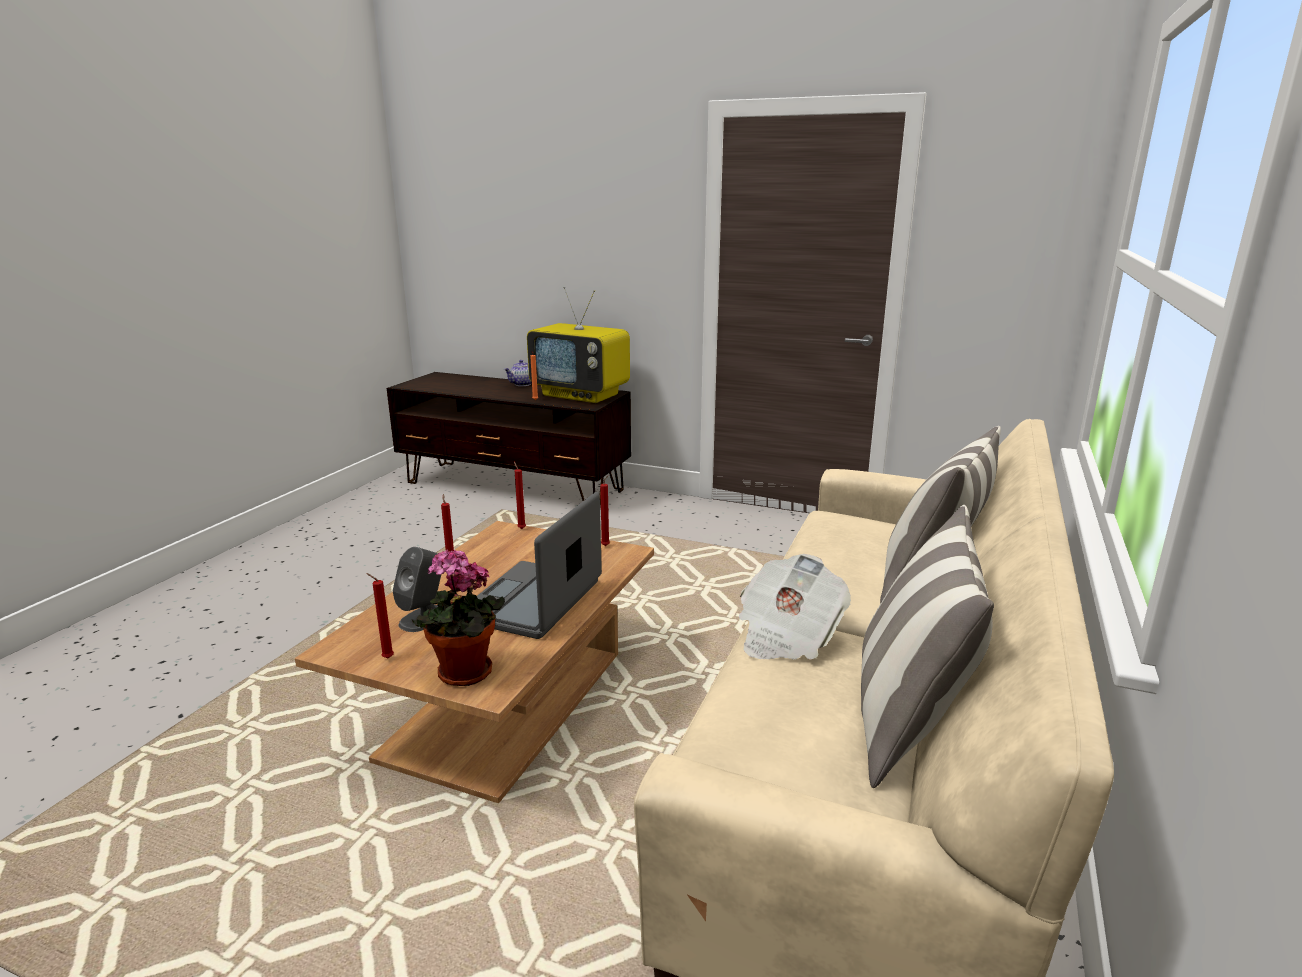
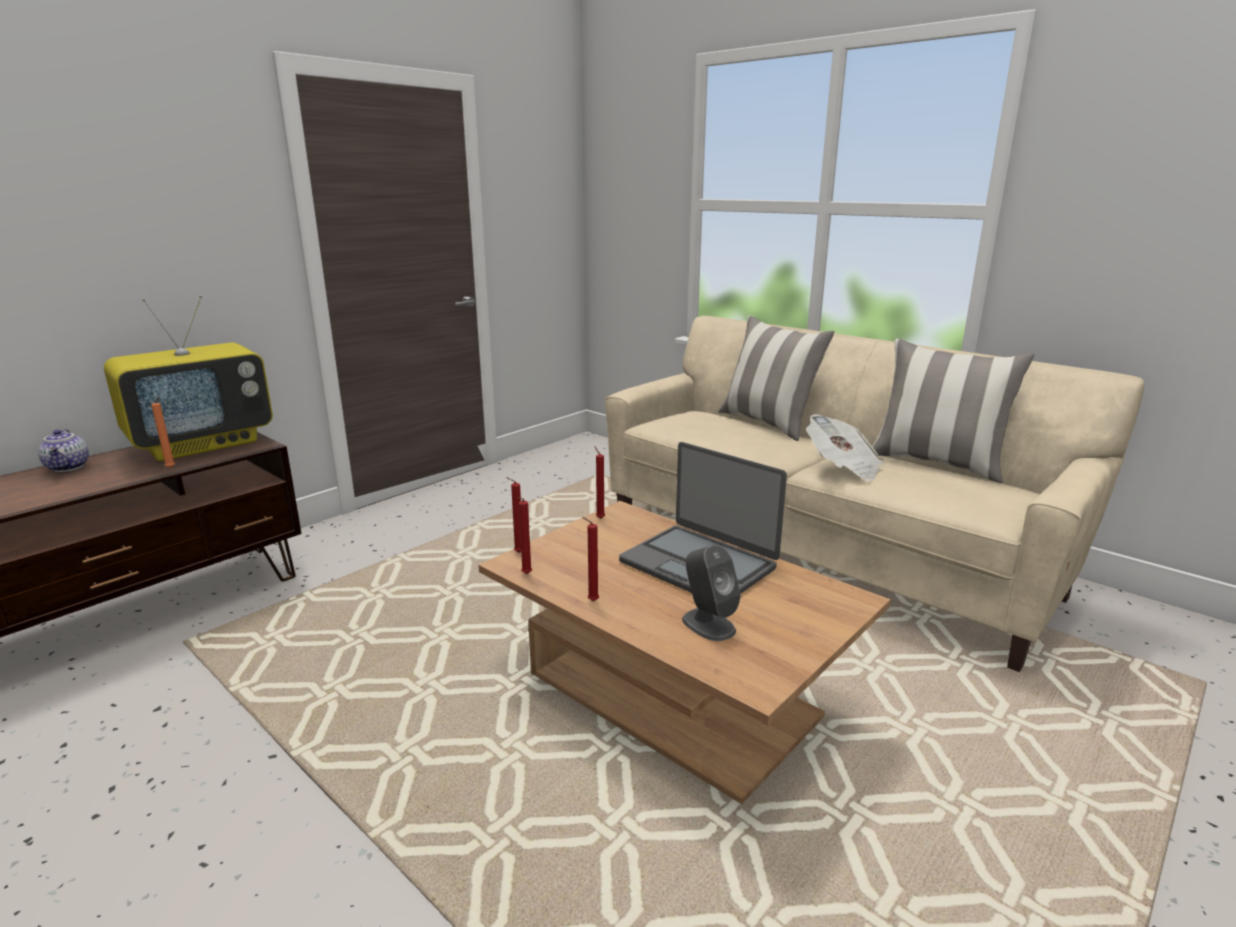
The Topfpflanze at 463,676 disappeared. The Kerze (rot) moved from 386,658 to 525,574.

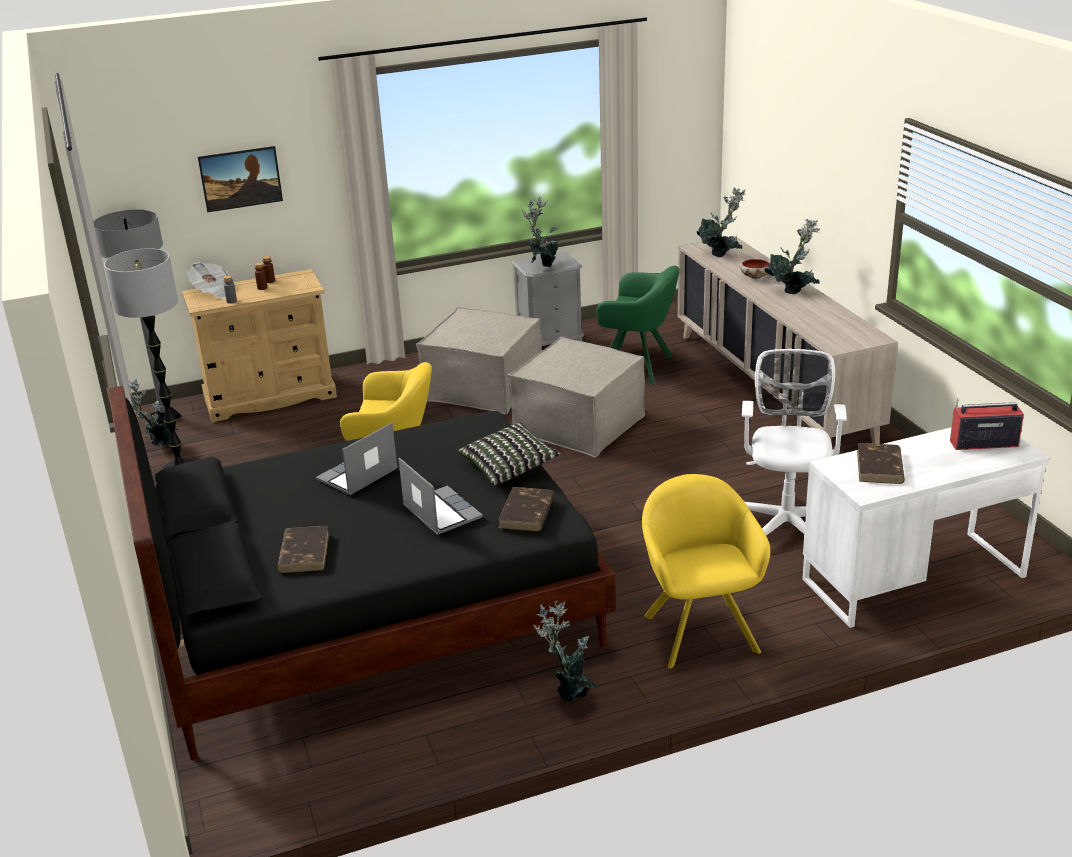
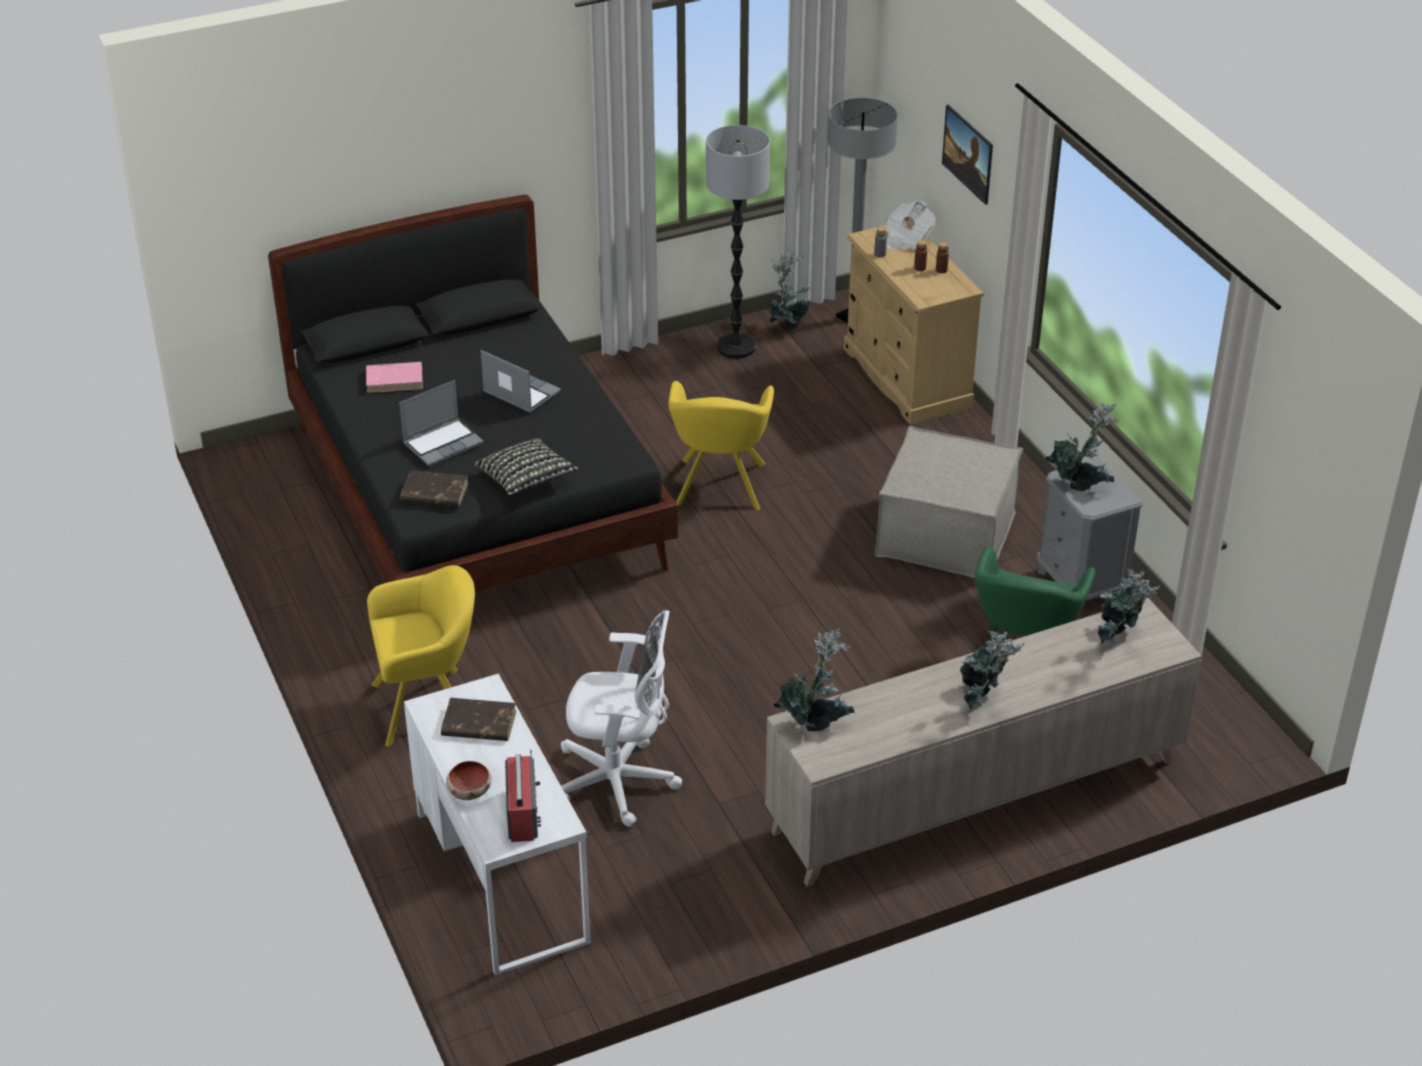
The Polsterhocker (beige) at 579,425 disappeared. The Topfpflanze moved from 570,694 to 815,722. The Schüssel moved from 754,277 to 469,790. The Buch (braun) at 304,552 became the Buch (rosa) at 395,380.

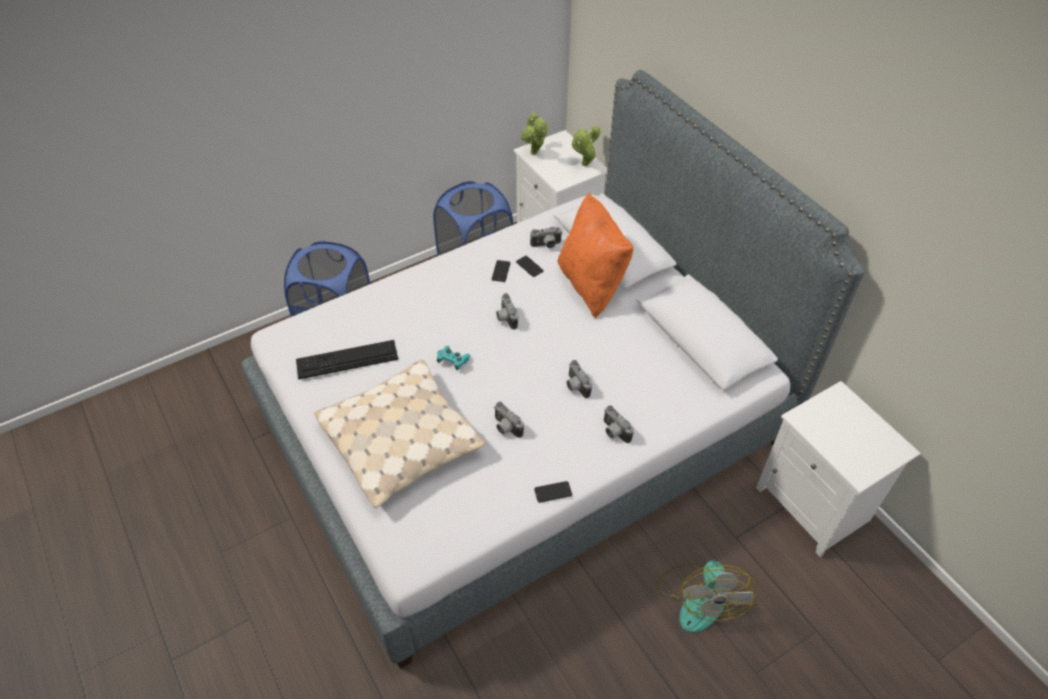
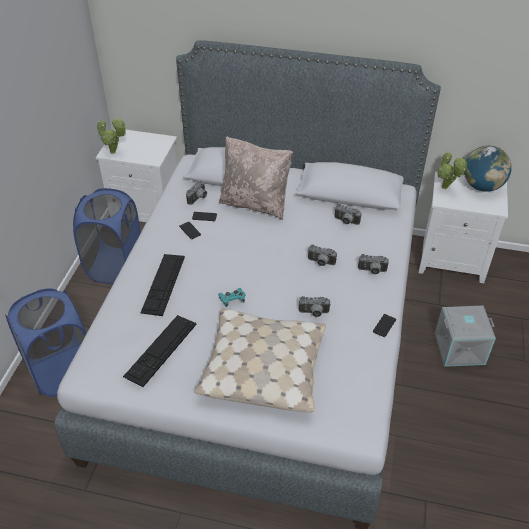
The Tastatur at 163,284 appeared. The Globus at 482,186 appeared. The Kamera moved from 505,318 to 346,222. The Topfpflanze moved from 584,165 to 445,188. The Ventilator at 699,597 was replaced by the Aufbewahrungsbox (grau) at 459,348. The Kissen (orange) at 591,285 became the Kissen (beige) at 255,203.

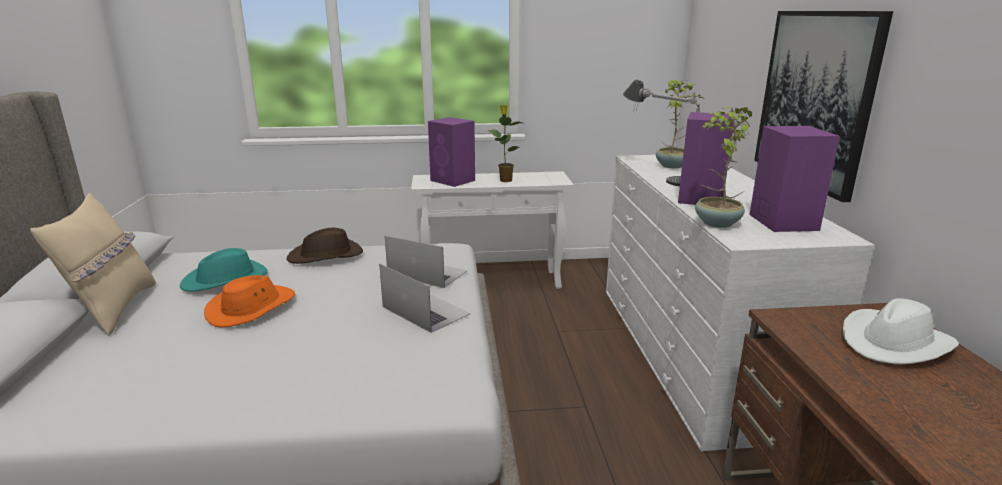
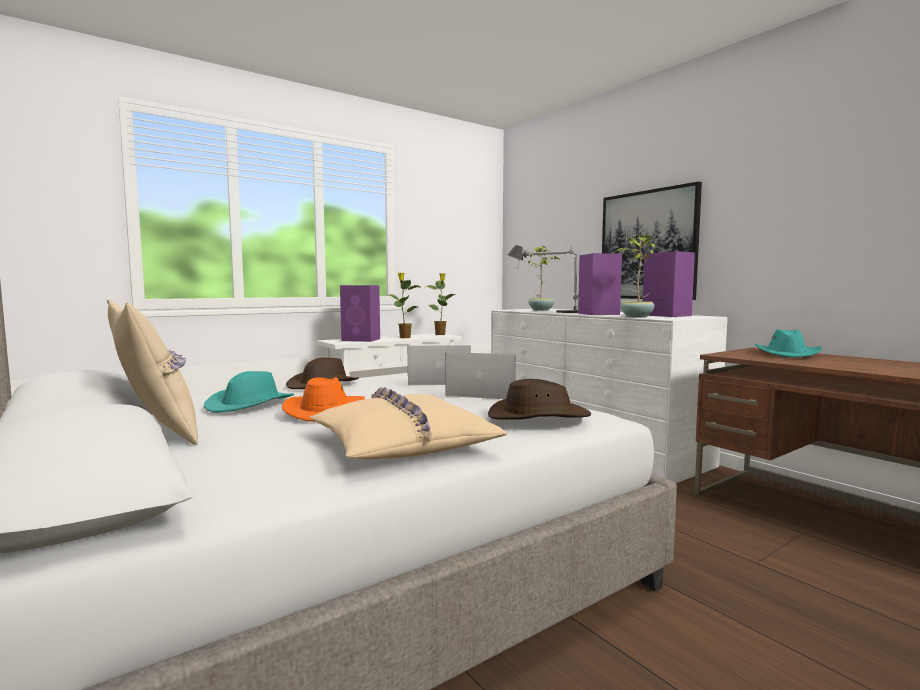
The Kissen (beige) at 401,444 appeared. The Topfpflanze at 440,334 appeared. The Hut (braun) at 538,416 appeared. The Hut (weiß) at 895,343 became the Hut (türkis) at 787,354.

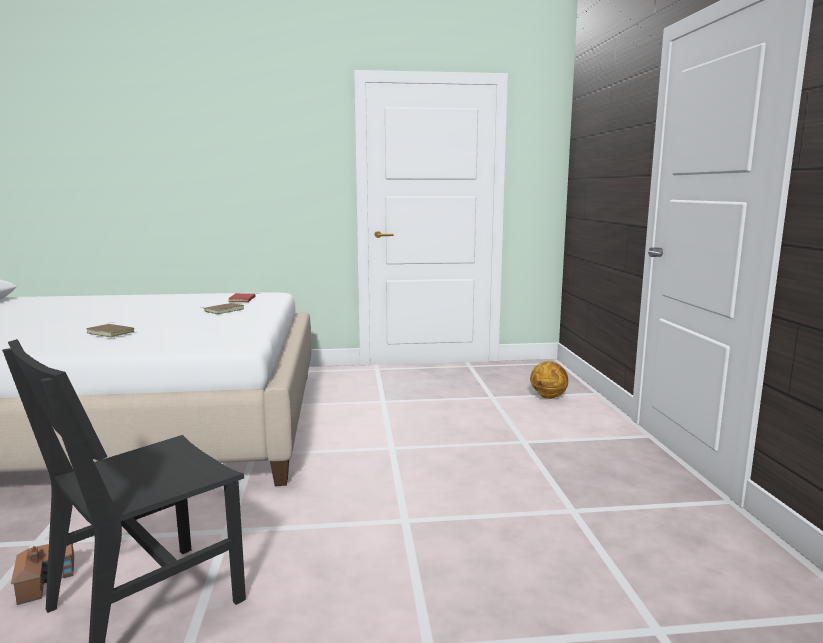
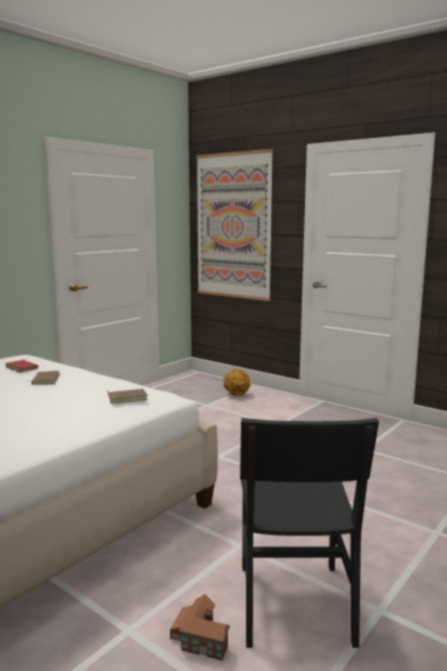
The Bild at 233,226 appeared. The Buch (braun) moved from 112,332 to 127,398.

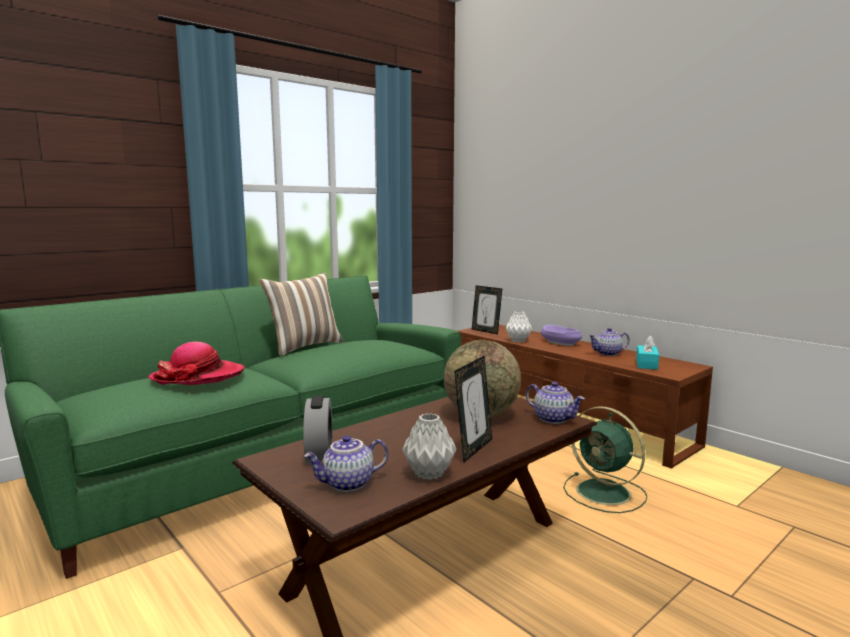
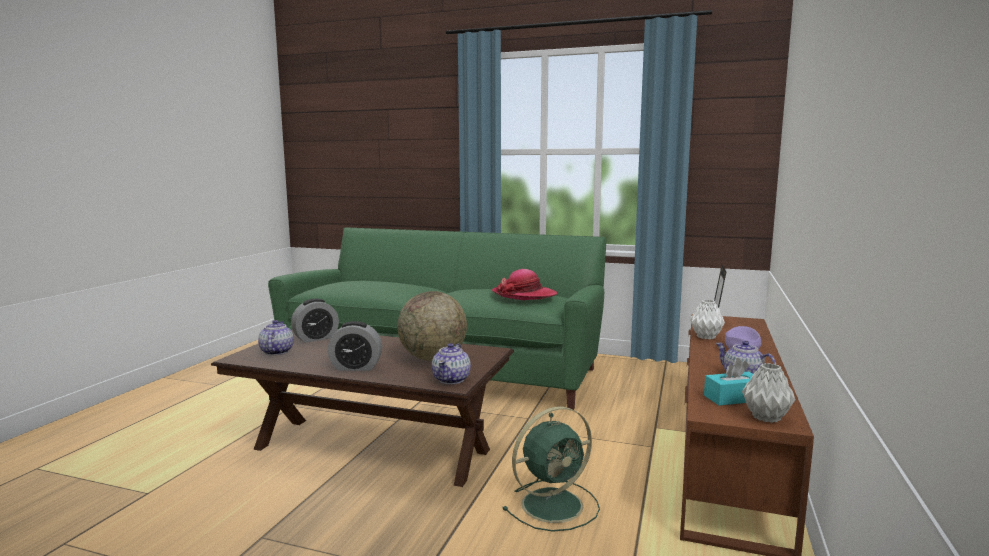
The Kissen at 304,346 disappeared. The Hut moved from 198,376 to 524,295. The Vase (grau) moved from 430,473 to 767,418. The Bilderrahmen at 473,449 was replaced by the Wecker at 356,367. The Teekanne at 348,484 turned 45 degrees clockwise. The Ventilator (grün) at 605,493 turned 135 degrees counterclockwise.

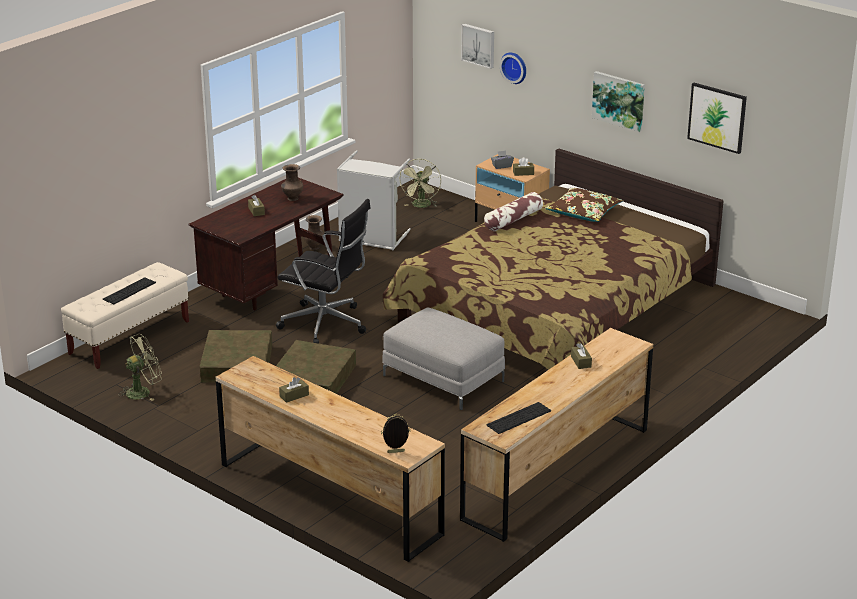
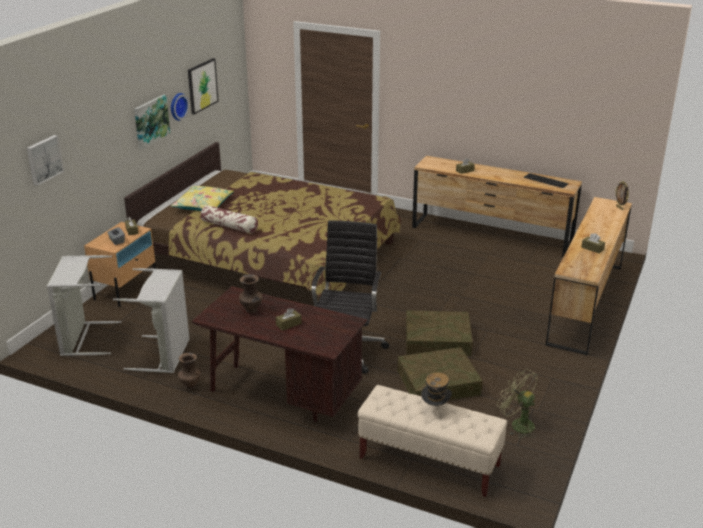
The Polsterhocker (grau) at 444,378 disappeared. The Wanduhr moved from 515,67 to 177,106. The Tastatur at 129,291 was replaced by the Hut at 435,408. The Ventilator (grün) at 421,206 was replaced by the Wäschekorb (grau) at 84,339. The Kissen (braun) at 583,212 became the Kissen (gelb) at 203,205.

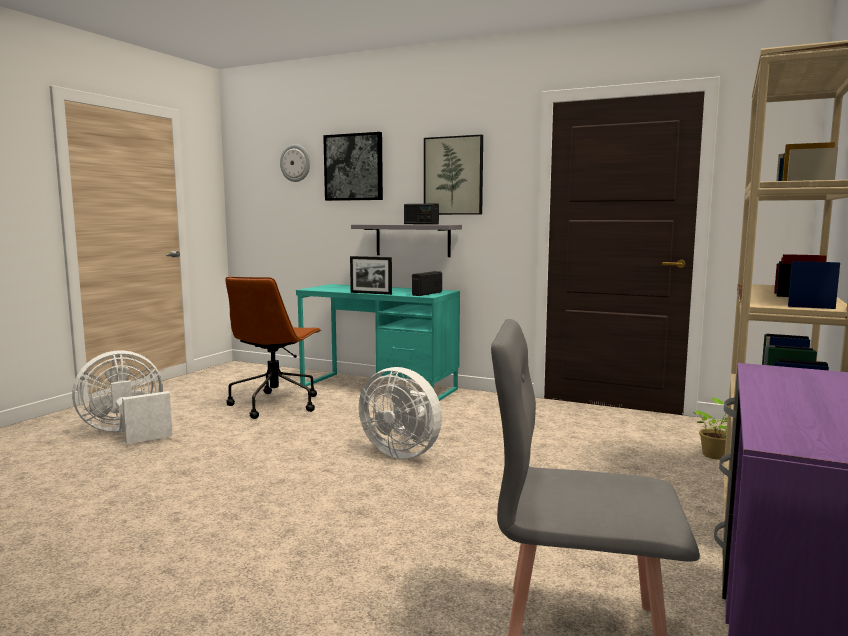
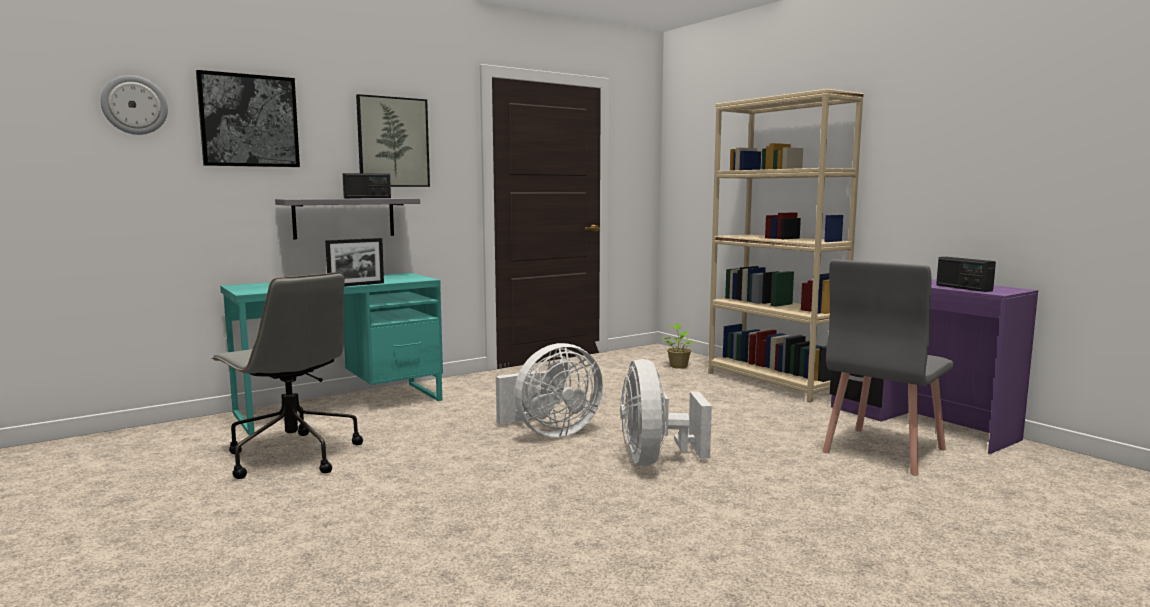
The Ventilator (weiß) moved from 127,433 to 655,460. The Radio moved from 426,293 to 963,288. The Bürostuhl (braun) at 275,404 became the Bürostuhl (grau) at 292,455.

